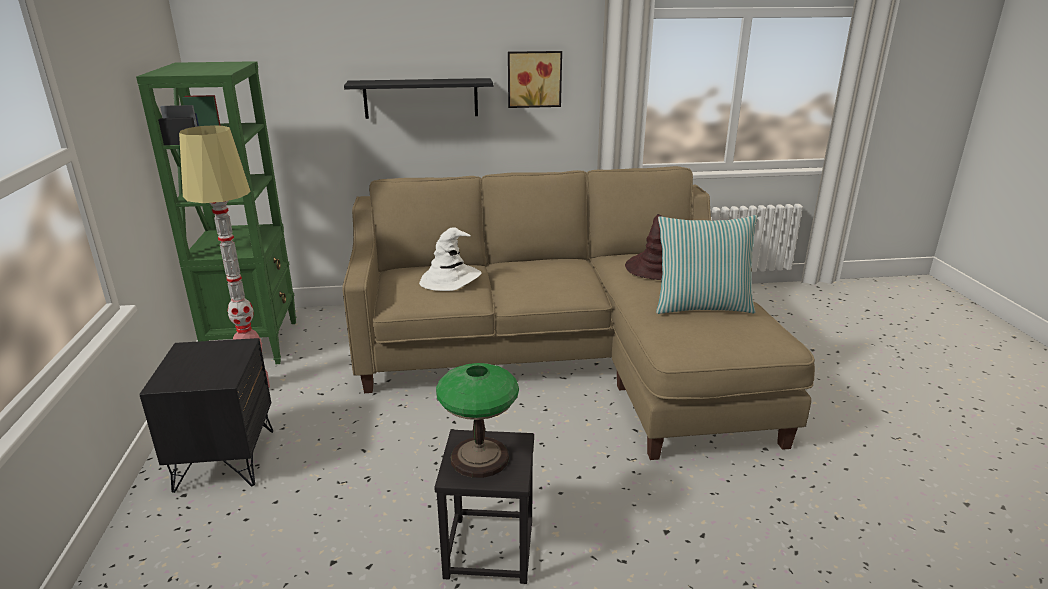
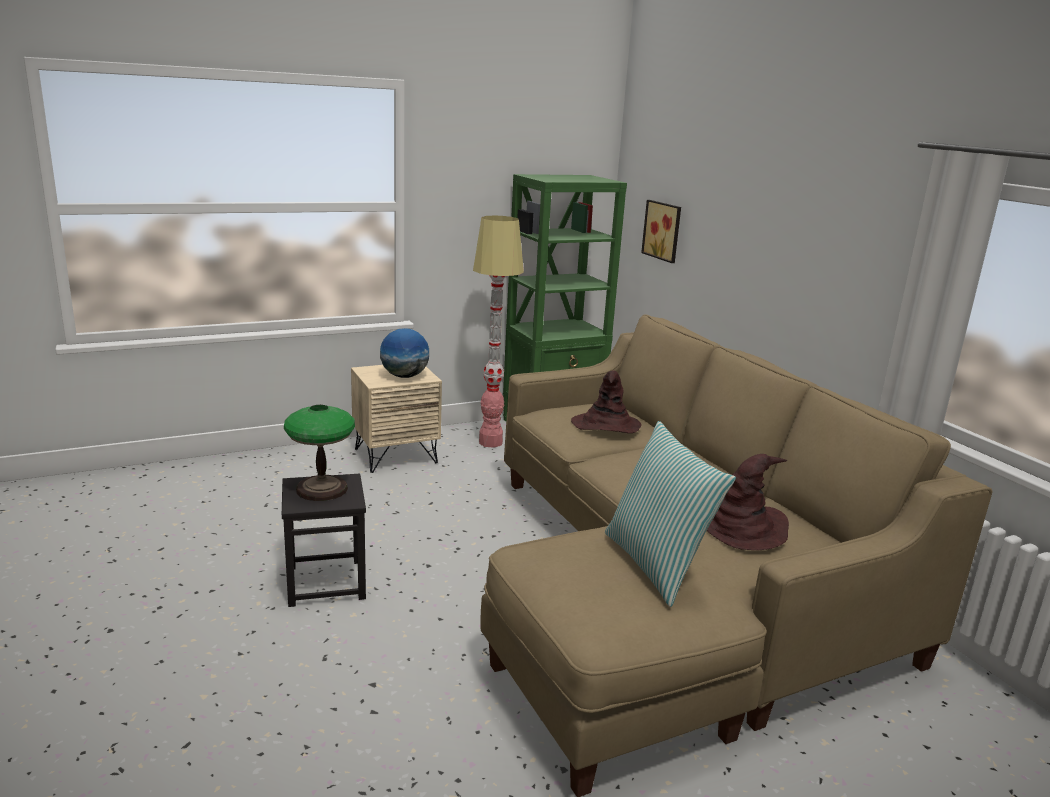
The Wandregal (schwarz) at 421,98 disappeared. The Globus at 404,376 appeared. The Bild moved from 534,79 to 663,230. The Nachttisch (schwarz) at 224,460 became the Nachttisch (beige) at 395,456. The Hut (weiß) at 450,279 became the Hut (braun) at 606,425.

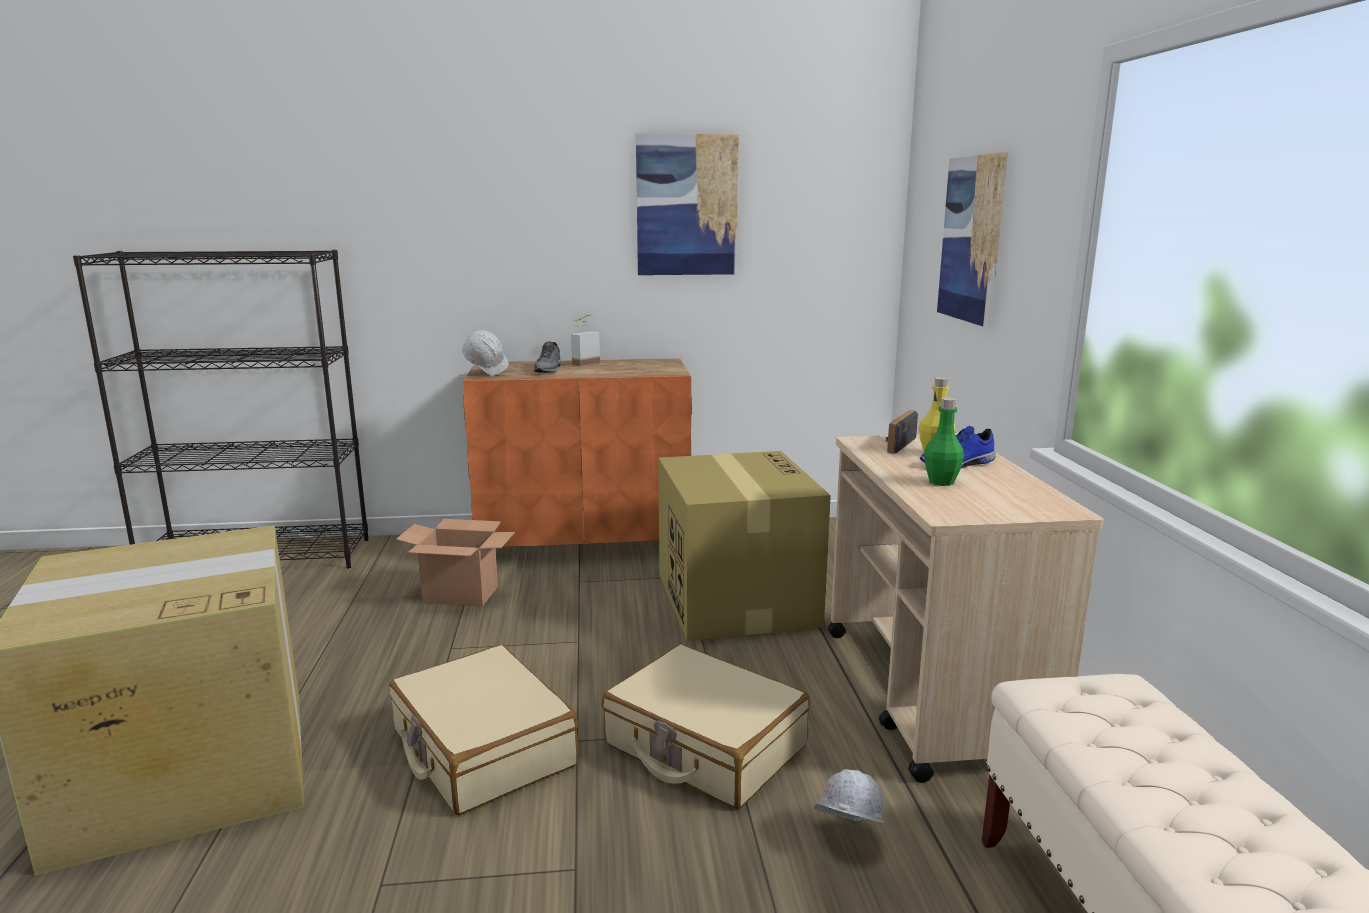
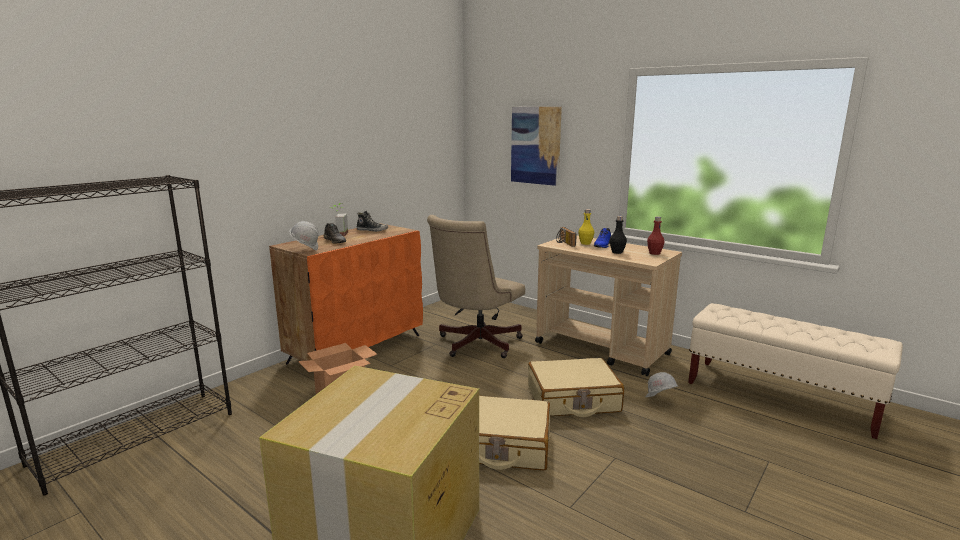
The Bild at 687,205 disappeared. The Schuh at 372,230 appeared. The Flasche (rot) at 654,253 appeared. The Karton at 735,598 was replaced by the Bürostuhl (beige) at 475,344. The Flasche (grün) at 941,482 became the Flasche (schwarz) at 617,252.

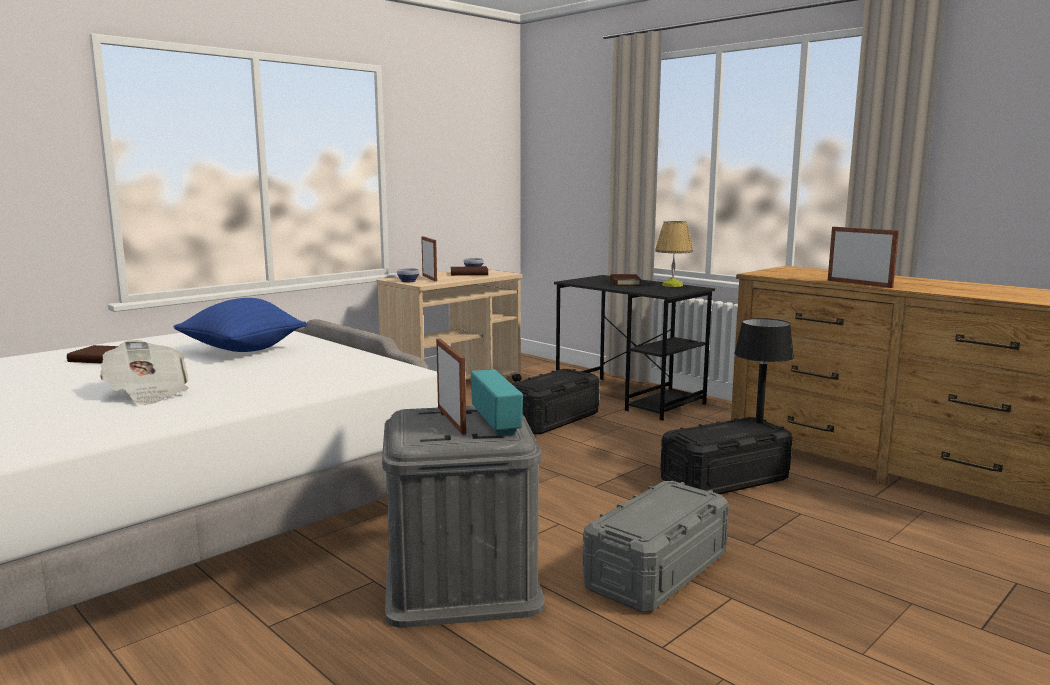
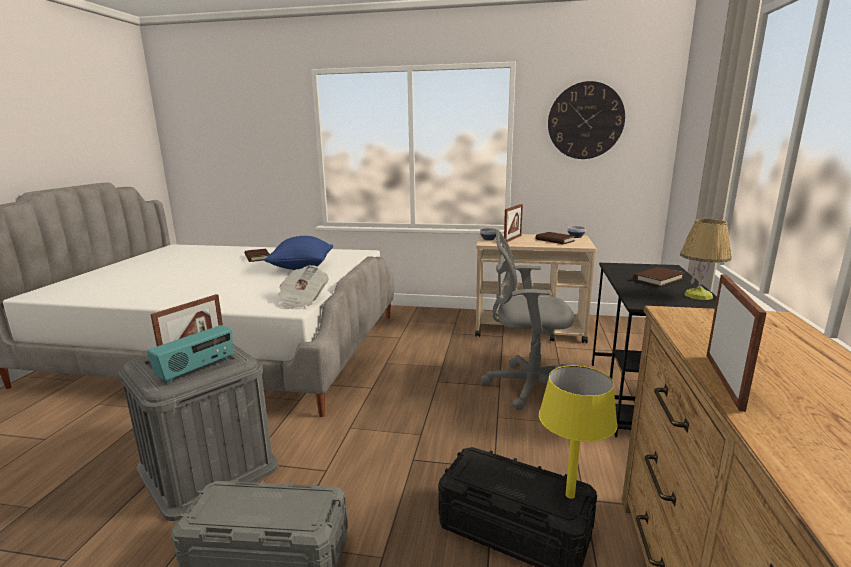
The Wanduhr at 585,121 appeared. The Zeitung moved from 147,394 to 302,301. The Aufbewahrungsbox (schwarz) at 551,419 was replaced by the Bürostuhl (grau) at 528,386. The Tischlampe (schwarz) at 759,422 became the Tischlampe (gelb) at 569,495.

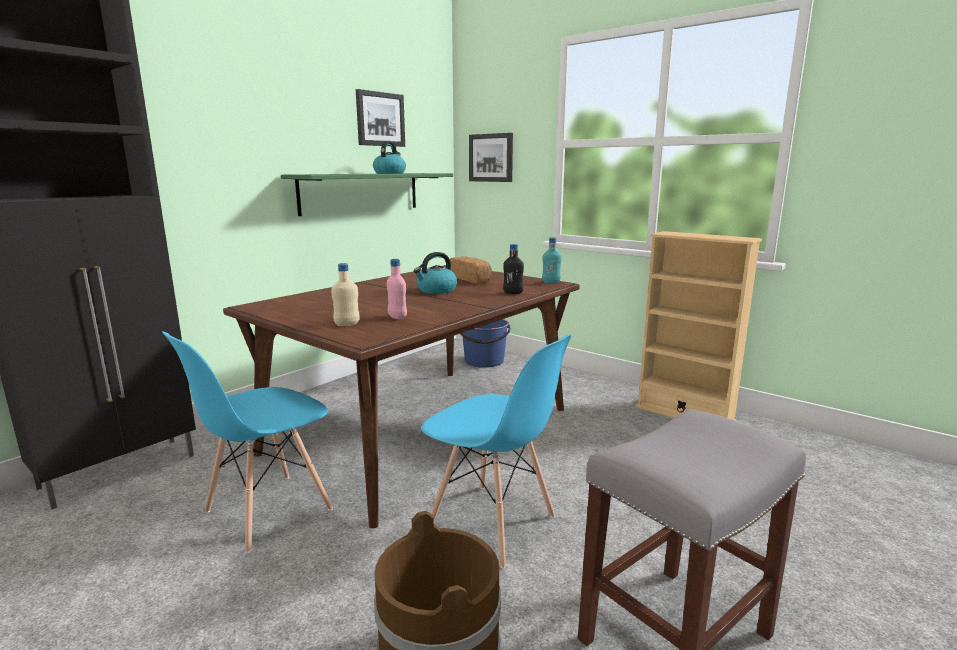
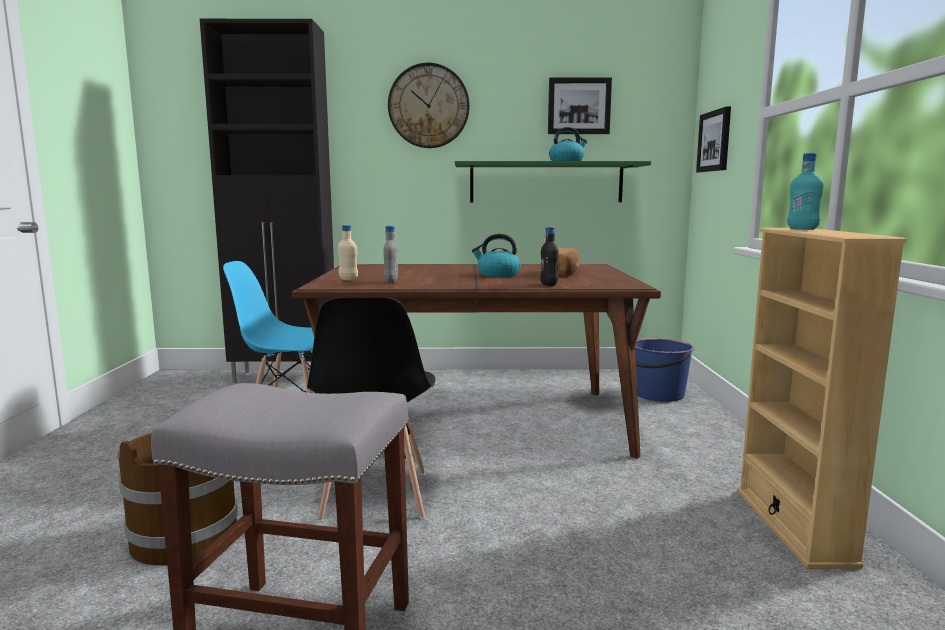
The Wanduhr at 428,106 appeared. The Flasche (türkis) moved from 551,283 to 802,229. The Flasche (rosa) at 397,317 became the Flasche (grau) at 391,282. The Stuhl (blau) at 492,524 became the Stuhl (schwarz) at 375,496.

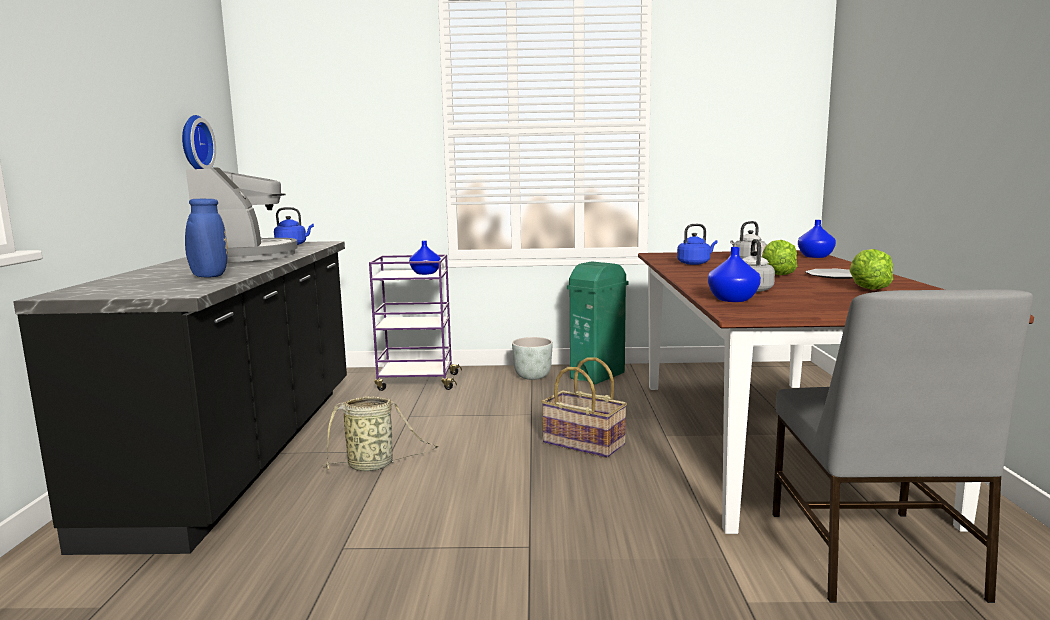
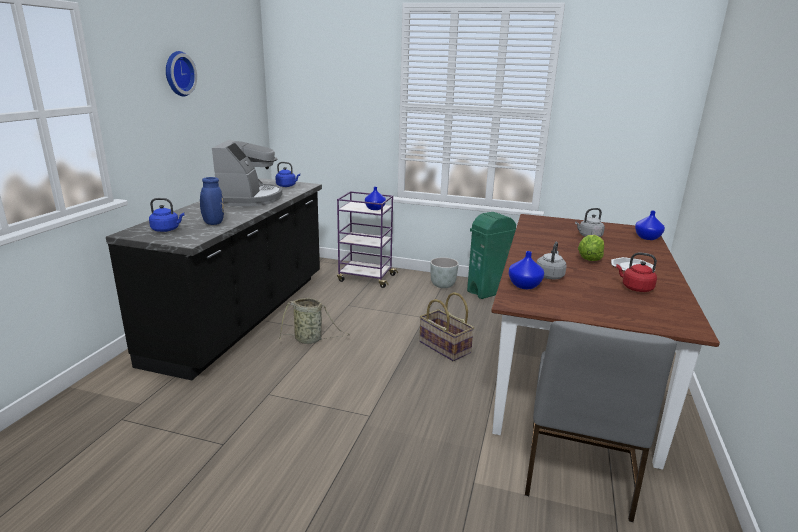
The Wanduhr moved from 194,144 to 177,73. The Wasserkessel (blau) moved from 695,263 to 167,230. The Salatkopf at 867,289 was replaced by the Wasserkessel (rot) at 635,288.

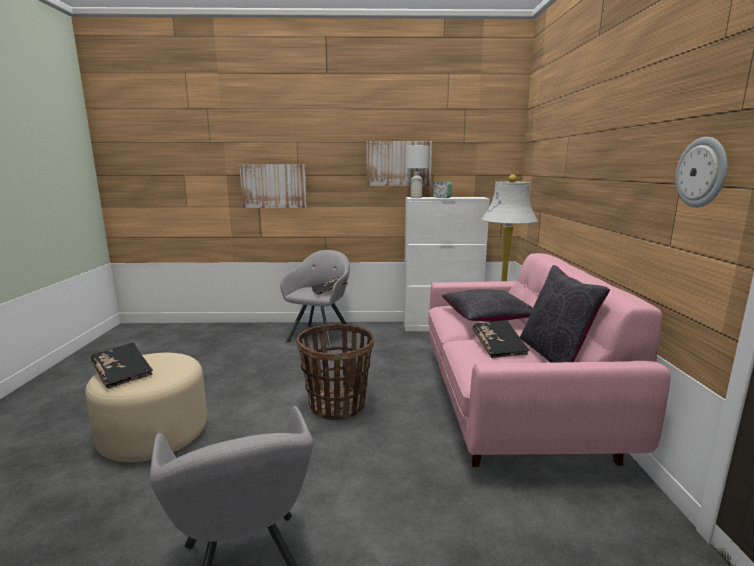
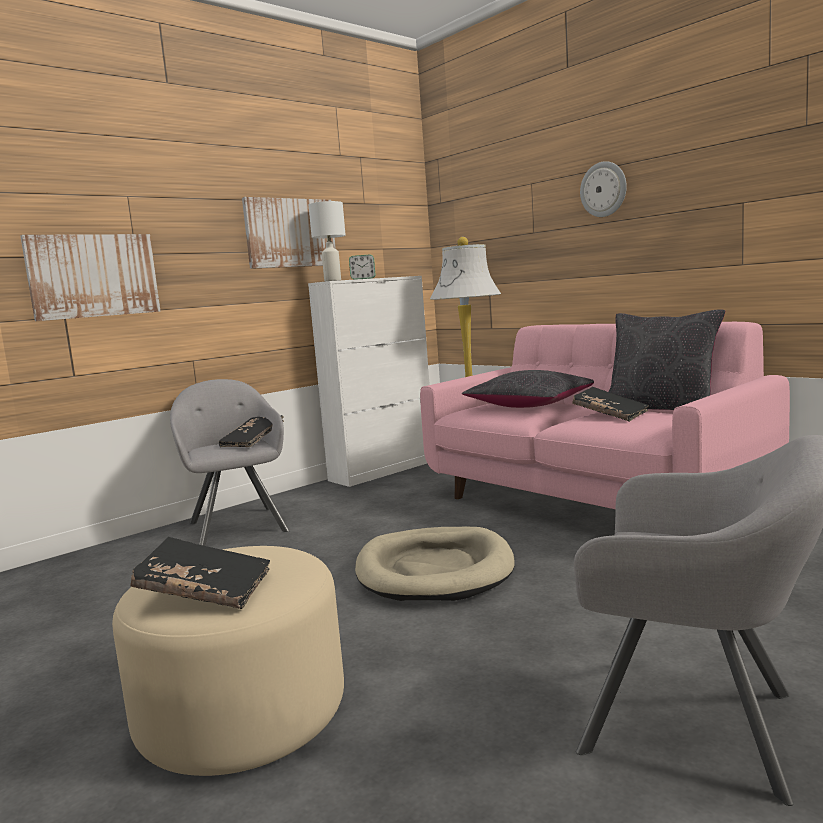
The Wanduhr moved from 702,172 to 603,189. The Korb at 337,405 was replaced by the Hundebett (beige) at 434,570.

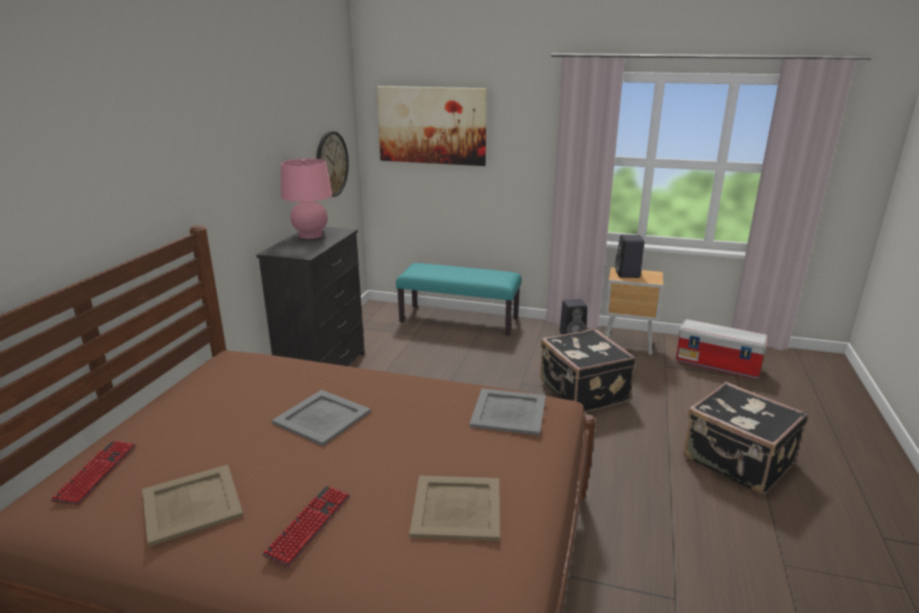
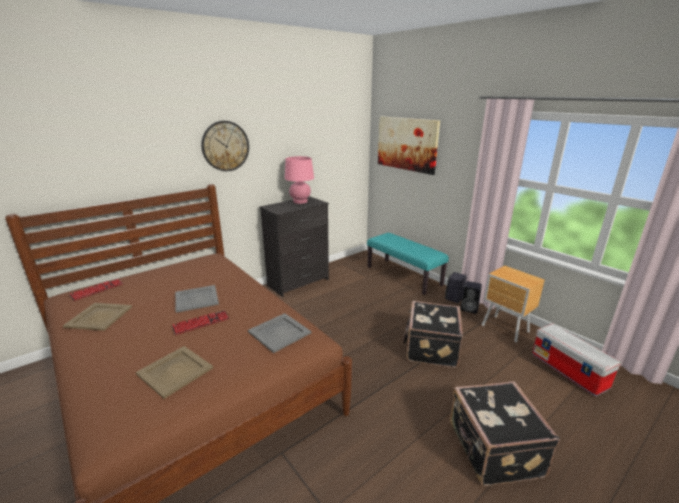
The Tastatur moved from 309,525 to 201,323. The Wanduhr moved from 331,164 to 225,146. The Lautsprecher (schwarz) moved from 628,274 to 454,298.

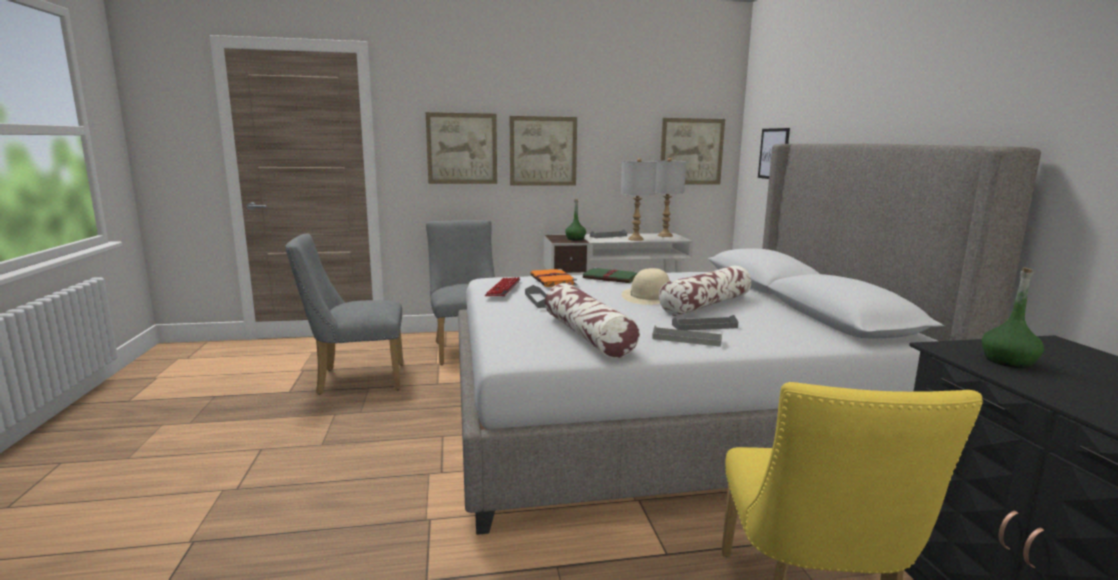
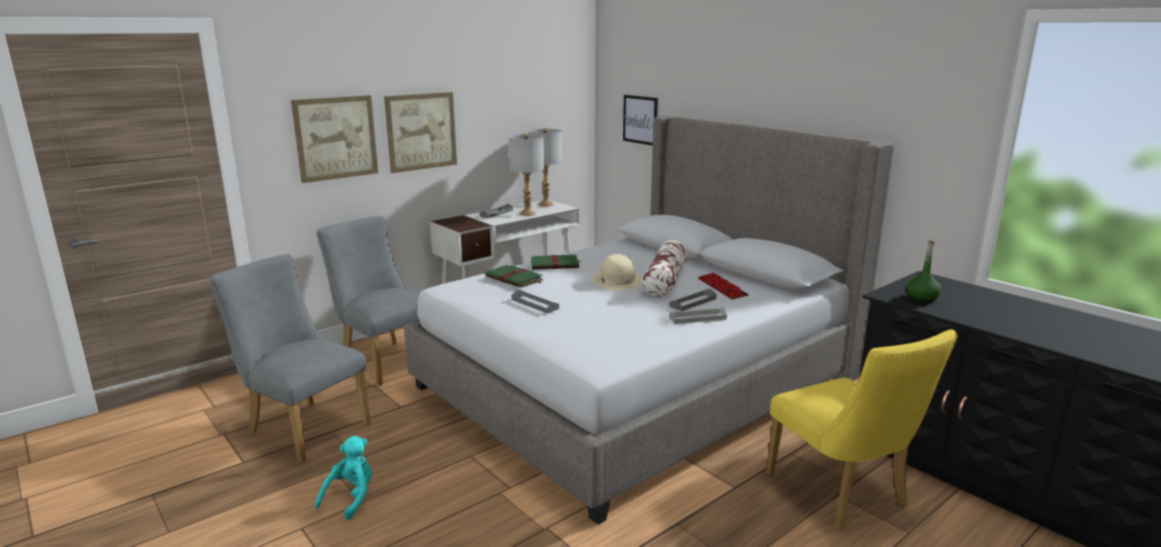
The Kissen at 587,335 disappeared. The Flasche (grün) at 575,239 disappeared. The Bild at 691,151 disappeared. The Plüschtier (türkis) at 351,498 appeared. The Tastatur moved from 503,288 to 722,287. The Buch (orange) at 553,280 became the Buch (grün) at 515,278. The Stuhl (grau) at 354,379 turned 75 degrees clockwise.

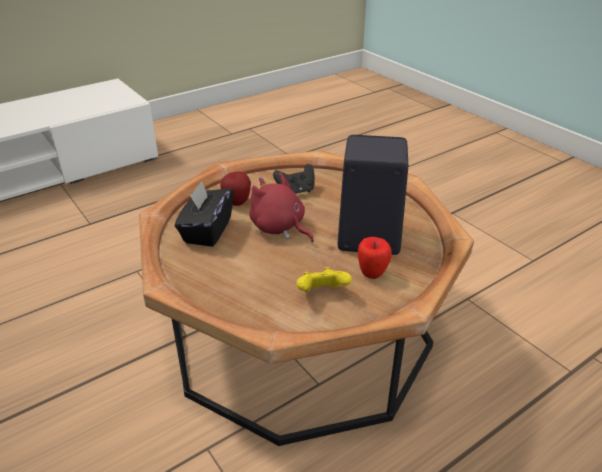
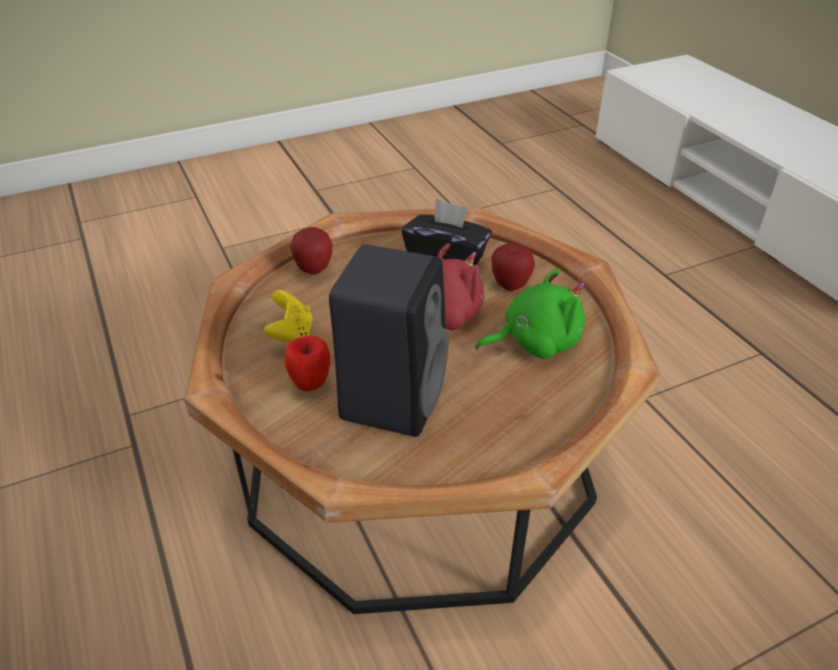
The Apfel at 314,269 appeared. The Gamepad (schwarz) at 296,191 was replaced by the Plüschtier (grün) at 535,341.

